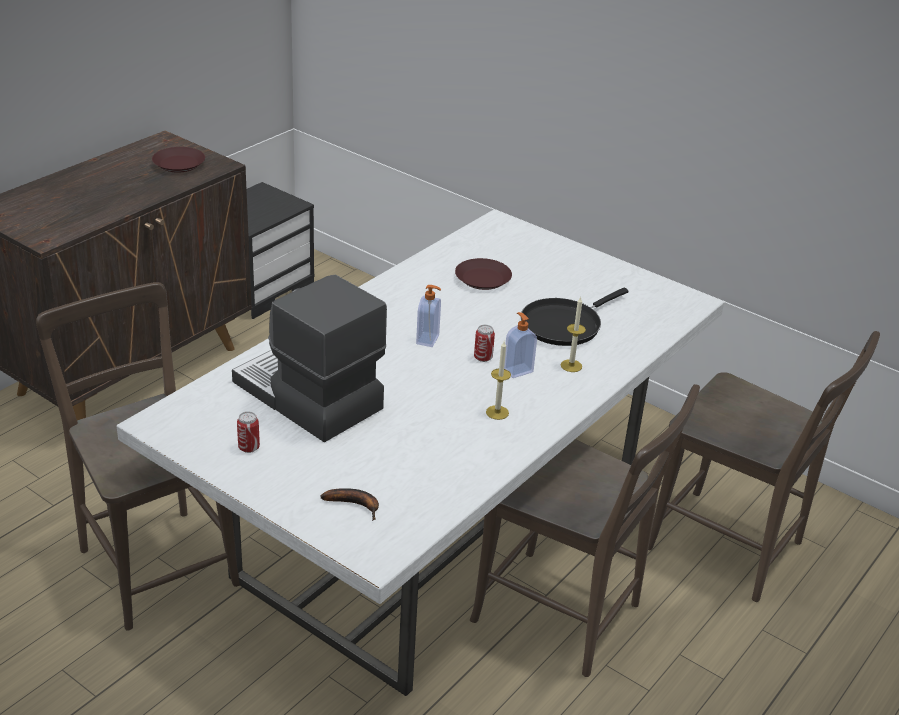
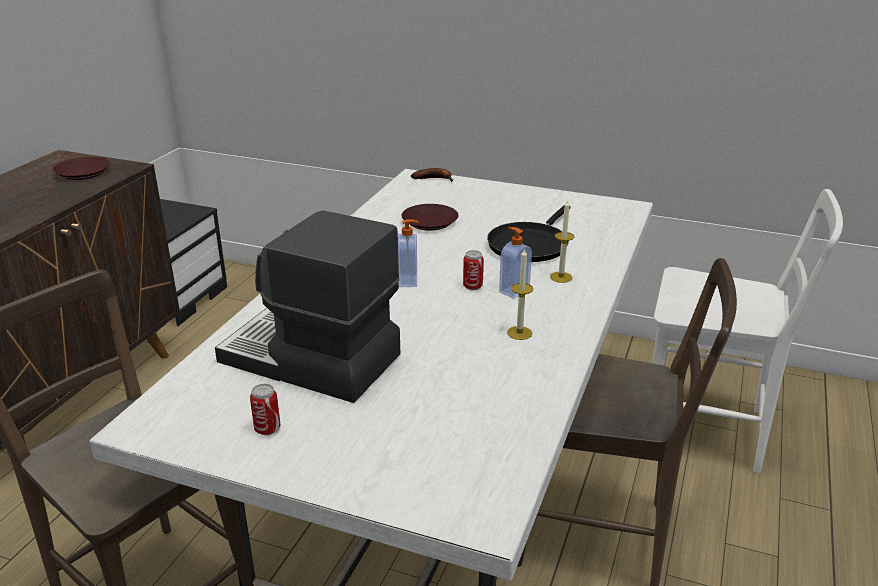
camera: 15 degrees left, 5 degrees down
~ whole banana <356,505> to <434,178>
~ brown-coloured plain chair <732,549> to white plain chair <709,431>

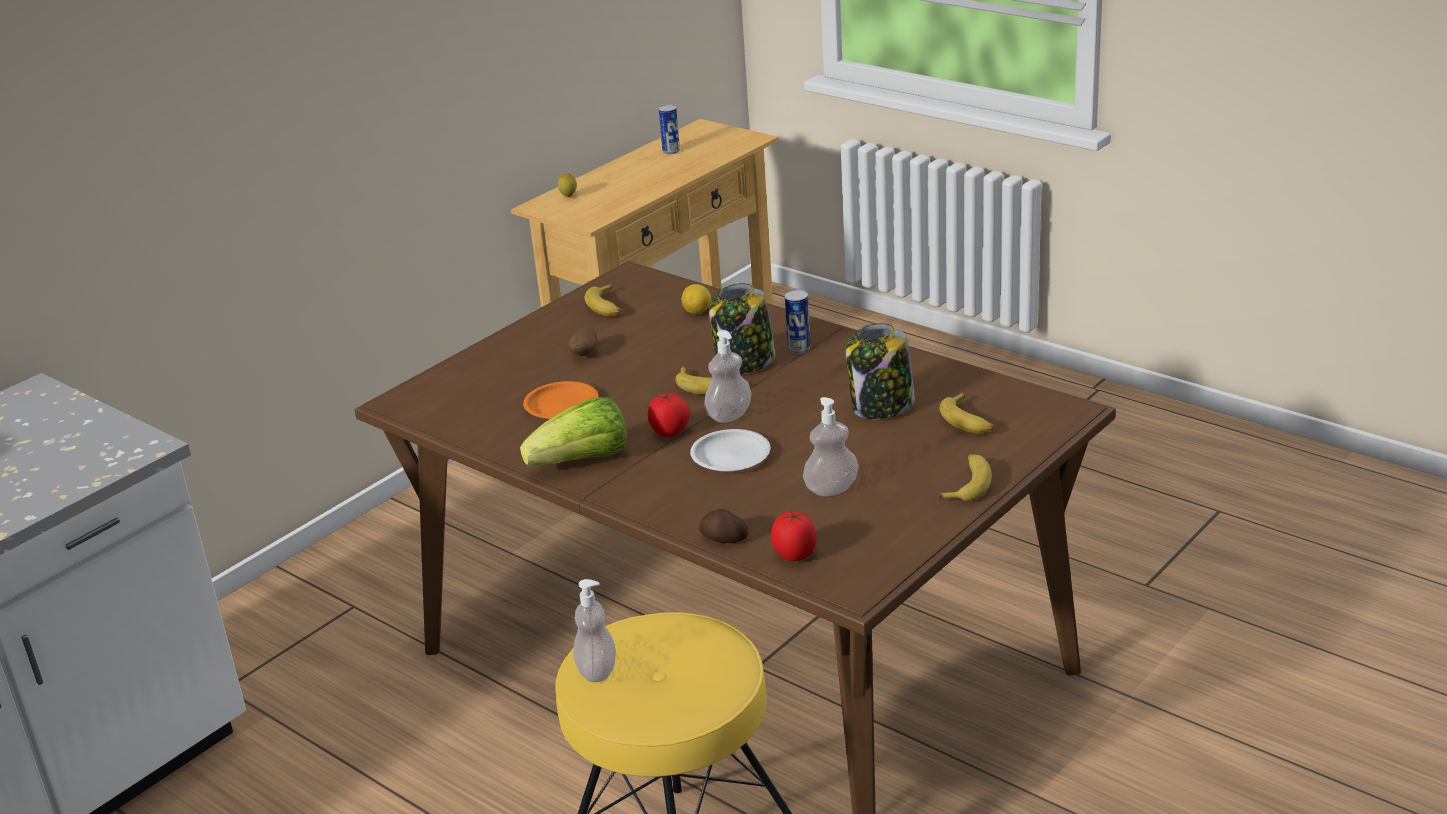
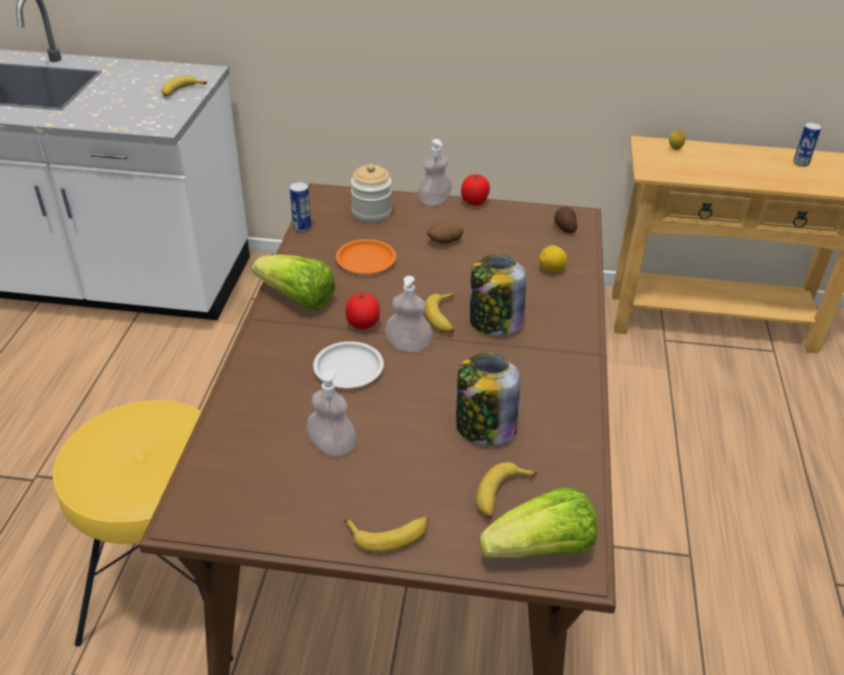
camera: 55 degrees right, 10 degrees up
~ whole banana <607,307> to <181,91>
~ sealed can <799,348> to <302,228>
+ jar <371,213>
~ soap dispenser <597,671> to <434,201>
~ fresh tomato <795,555> to <474,202>
+ lettuce head <541,549>
~ potato <723,539> to <564,227>

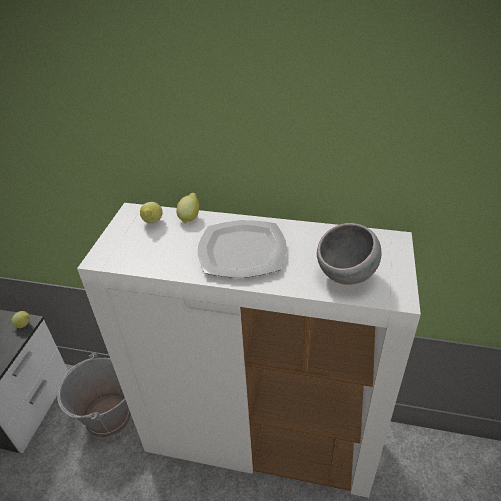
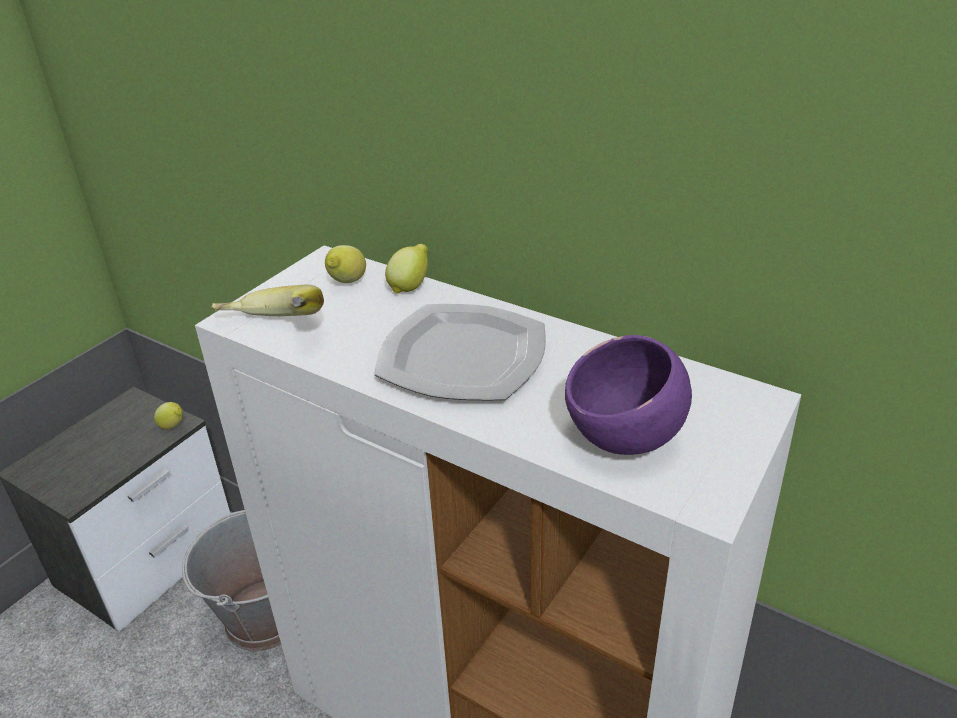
camera: 20 degrees right, 5 degrees down
+ whole banana <271,333>
~ gray deep dish <347,275> to purple deep dish <625,439>

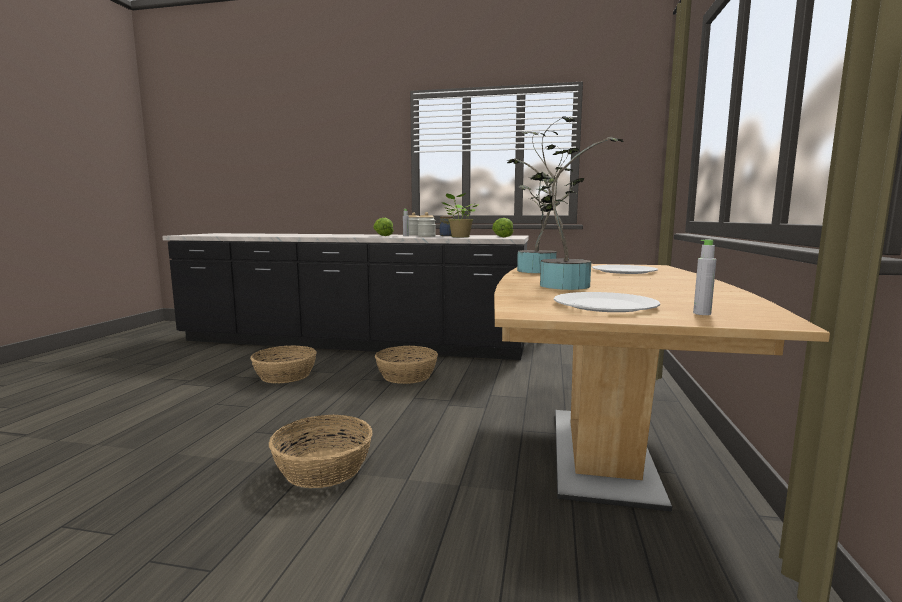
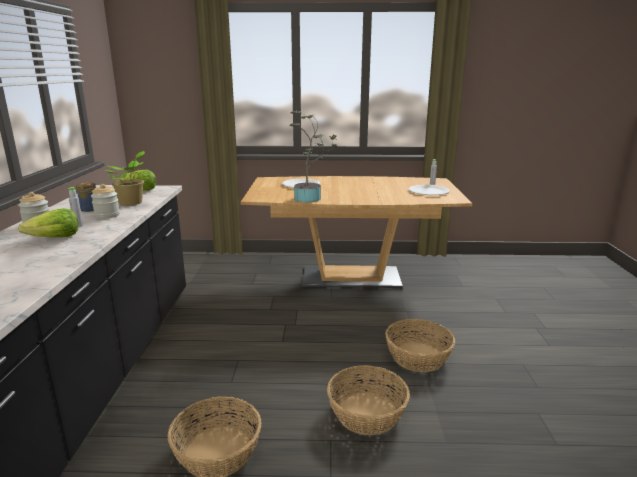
camera: 100 degrees left, 10 degrees up
~ storage basket <407,376> to <366,413>
- houseplant <561,285>

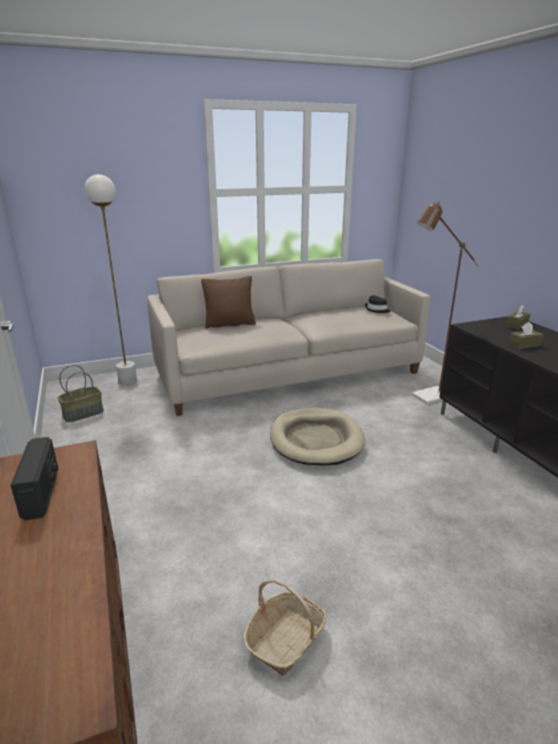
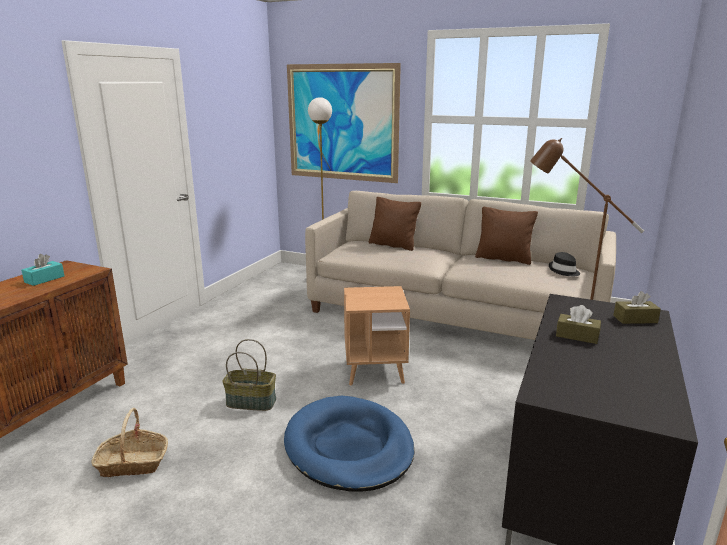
camera: 45 degrees right, 5 degrees down
~ radio set <41,493> to blue-green tissue box <44,279>
~ storage basket <83,413> to <252,402>
+ blue-coloured pet bed <349,447>
+ wall art <342,123>
~ beige-coloured pet bed <316,440> to brown-coloured accent table <374,371>
+ brown-coloured throw pillow <503,259>

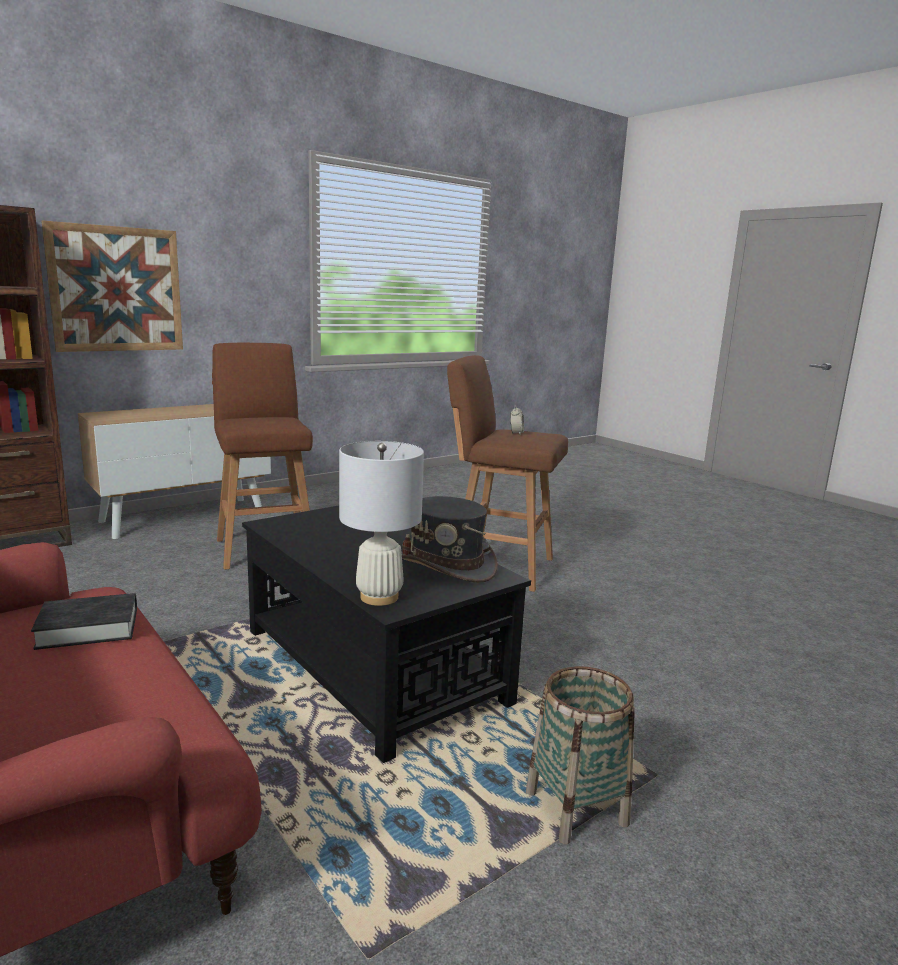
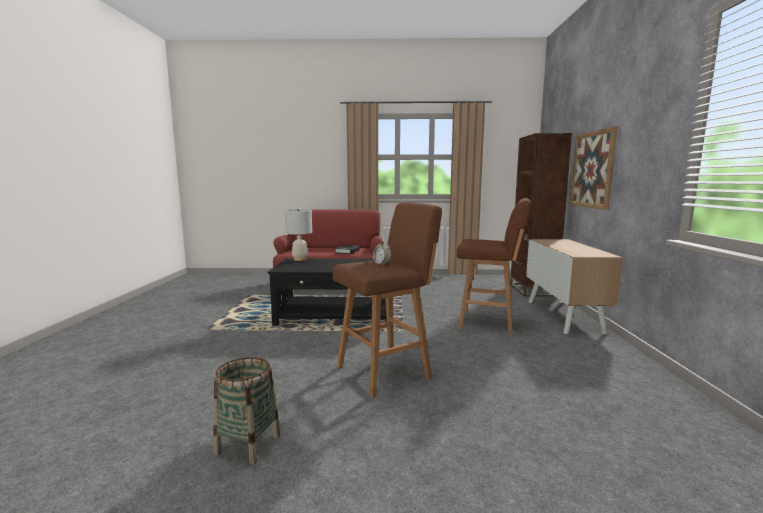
camera: 130 degrees right, 5 degrees down
~ storage basket <576,808> to <248,444>
- gray wearable hat <446,565>

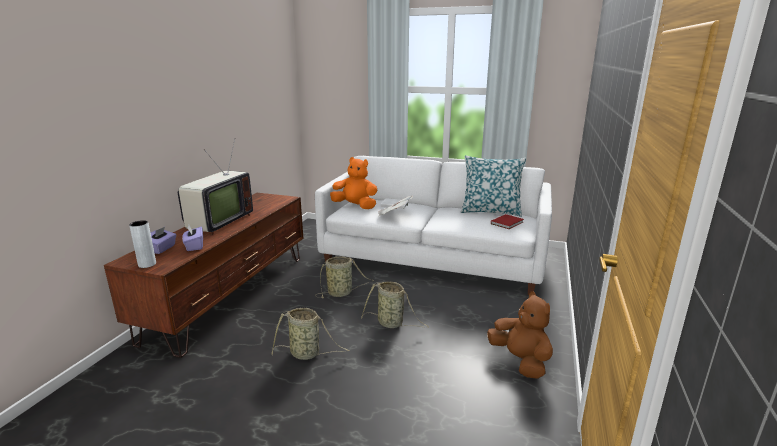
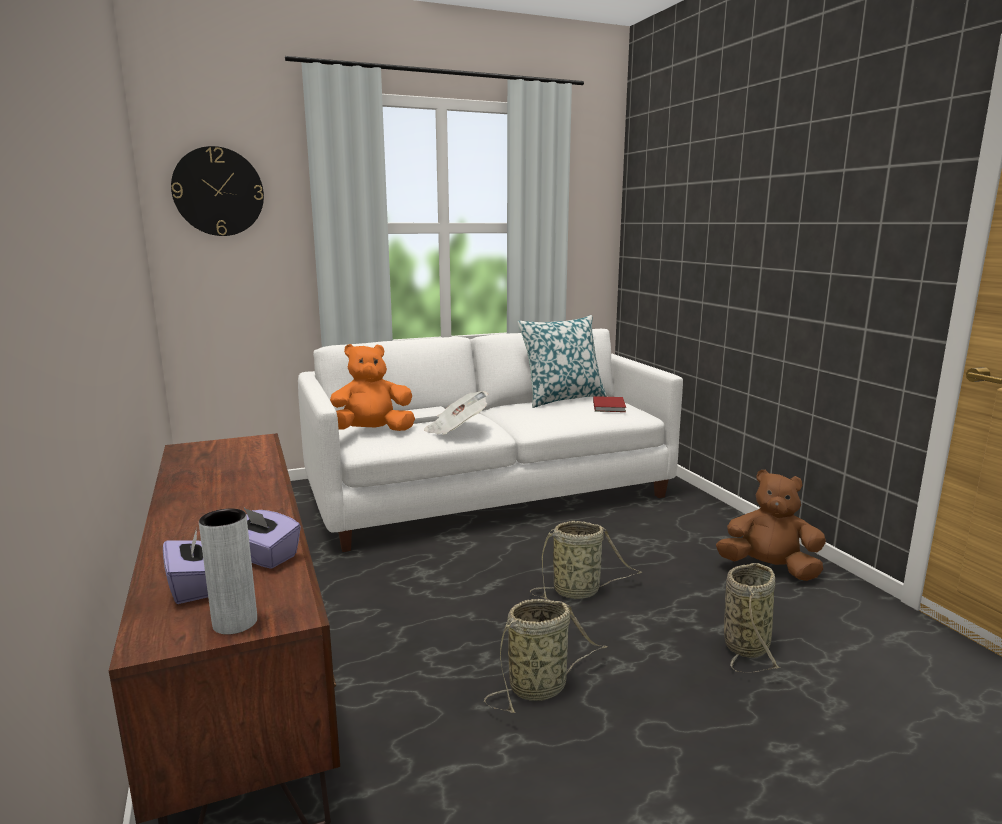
camera: 40 degrees left, 5 degrees down
+ clock on the wall <218,192>
~ storage basket <341,293> to <746,644>
- television <217,223>

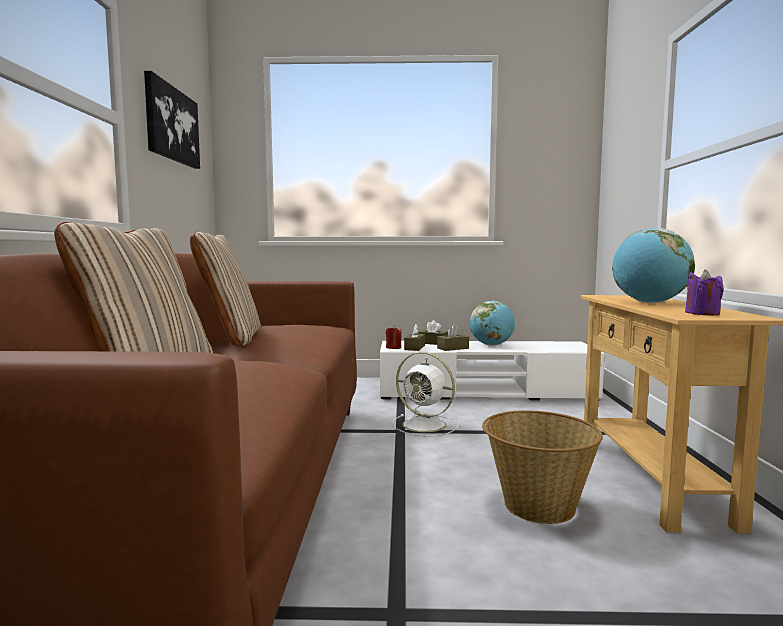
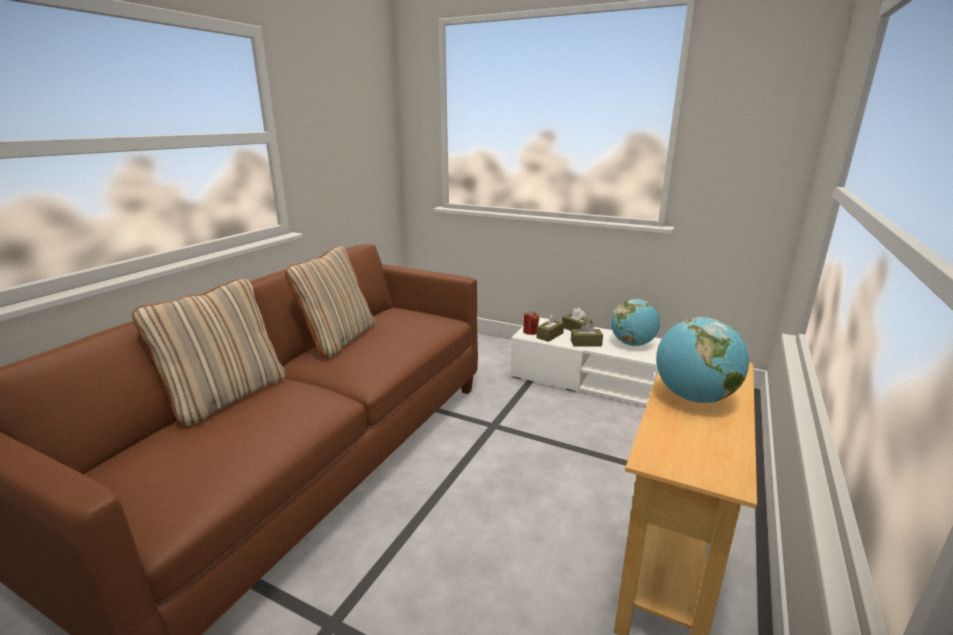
camera: 25 degrees right, 15 degrees up
- wall art <171,124>
- white electric fan <426,425>
- storage basket <537,505>
- purple candle <702,313>

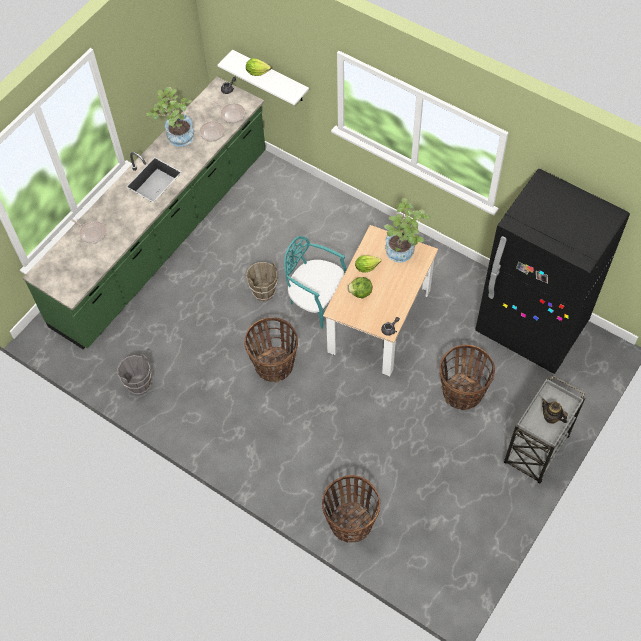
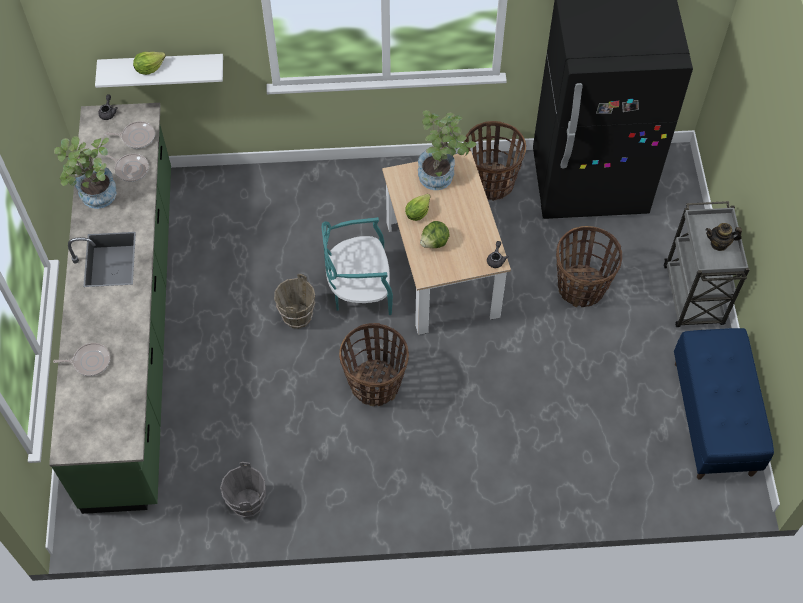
camera: 40 degrees left, 0 degrees up
~ storage basket <350,522> to <490,182>
+ blue-coloured bench <714,418>

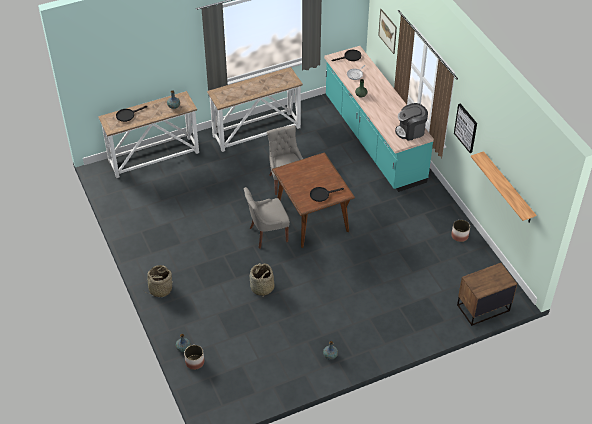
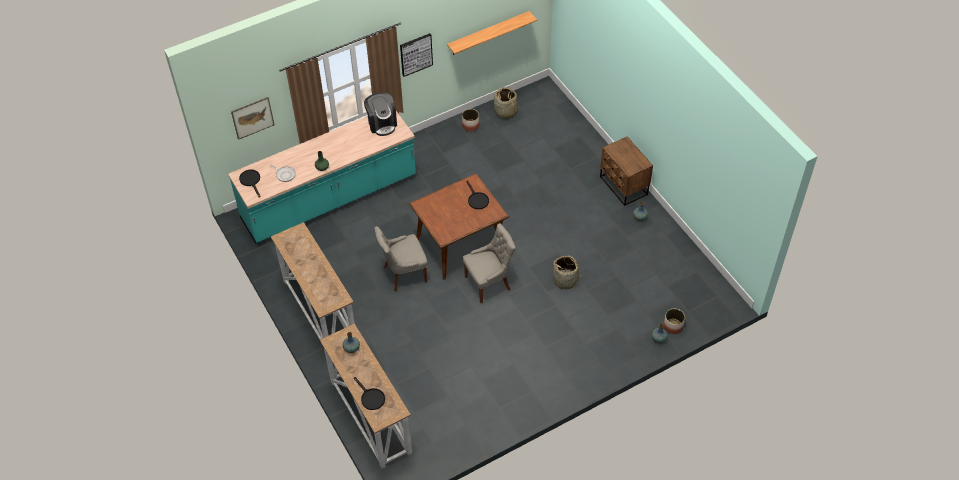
camera: 95 degrees left, 5 degrees up
~ gray plain chair <267,234> = <489,283> 90 degrees counterclockwise
~ storage basket <160,289> to <505,112>
~ brown-coloured bedside table <482,308> to <623,186>

